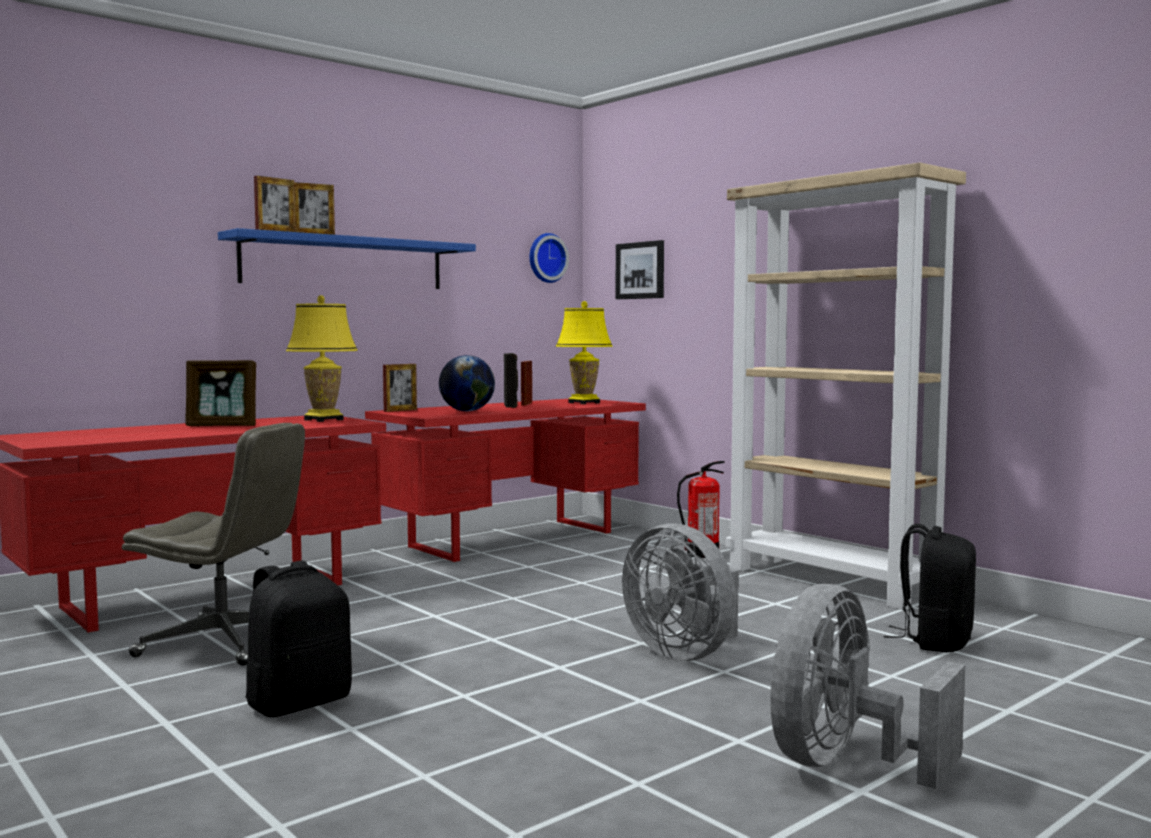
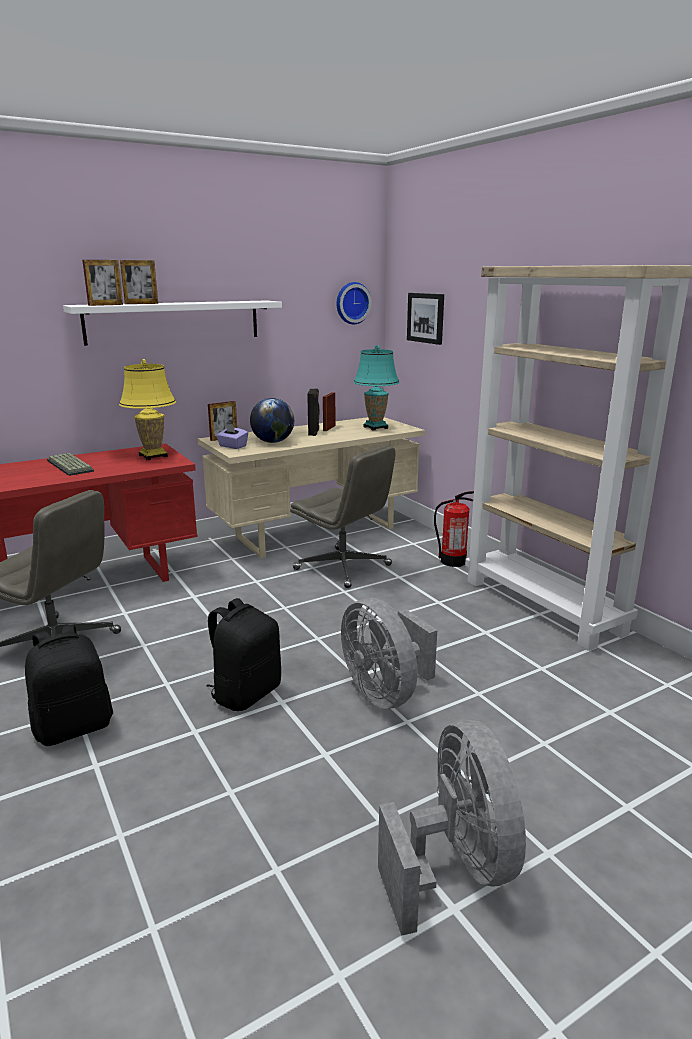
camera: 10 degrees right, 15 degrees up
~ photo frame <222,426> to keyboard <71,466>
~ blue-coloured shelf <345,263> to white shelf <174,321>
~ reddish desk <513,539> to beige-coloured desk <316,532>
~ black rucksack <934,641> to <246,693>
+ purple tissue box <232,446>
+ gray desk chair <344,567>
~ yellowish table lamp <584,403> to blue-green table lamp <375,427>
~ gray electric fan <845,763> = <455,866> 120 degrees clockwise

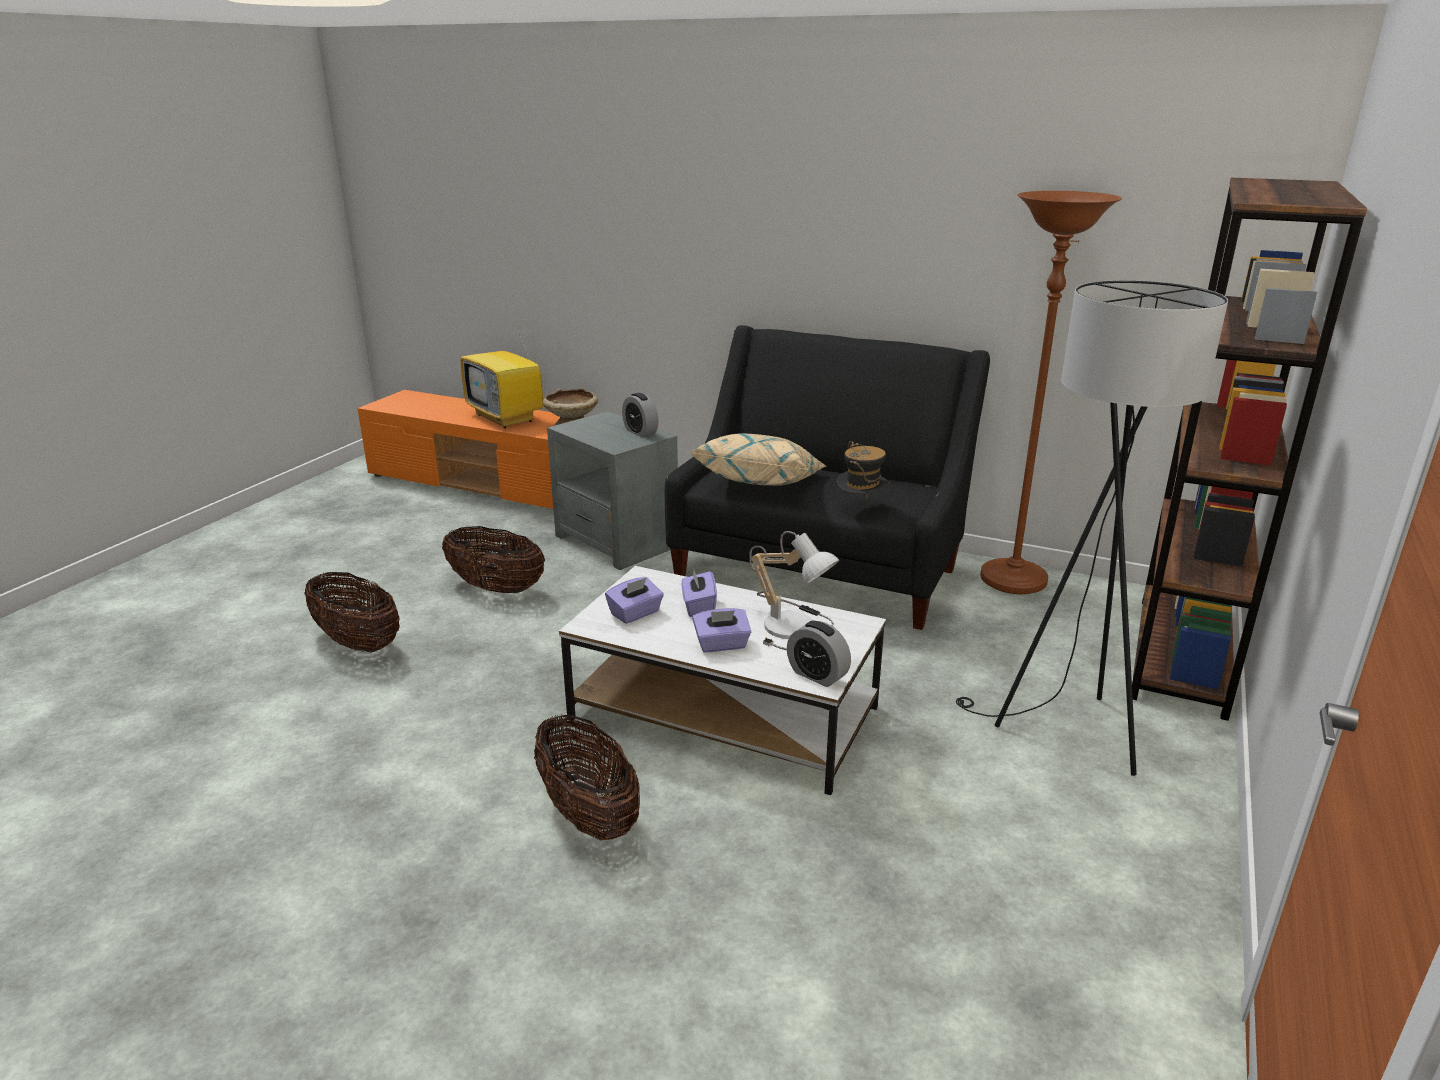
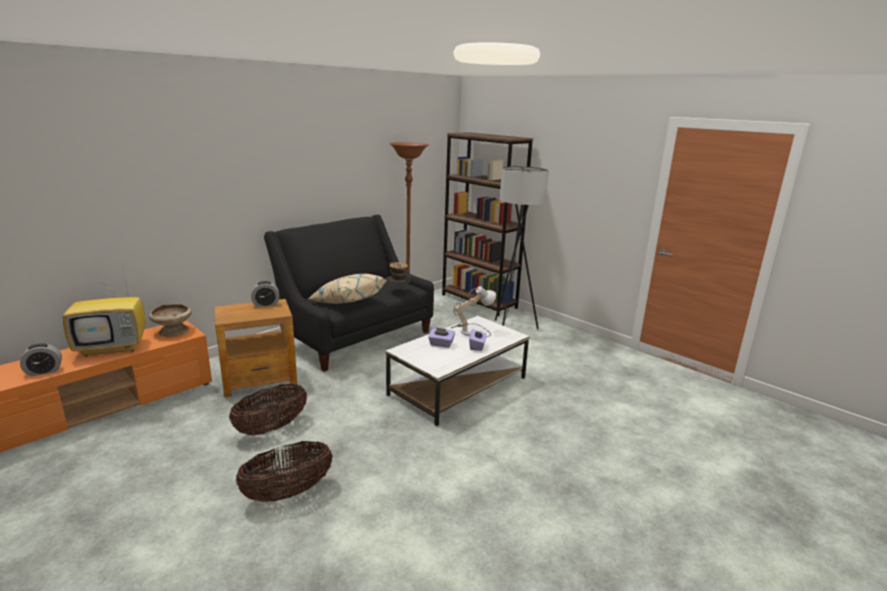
camera: 70 degrees left, 5 degrees down
~ bedside clock <817,675> to <44,371>
~ gray accent table <616,541> to brown-coloured accent table <260,379>
- storage basket <588,814>
- purple tissue box <635,613>

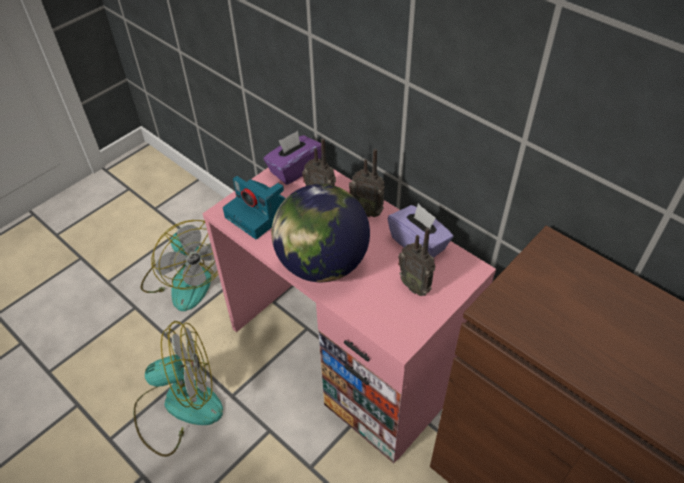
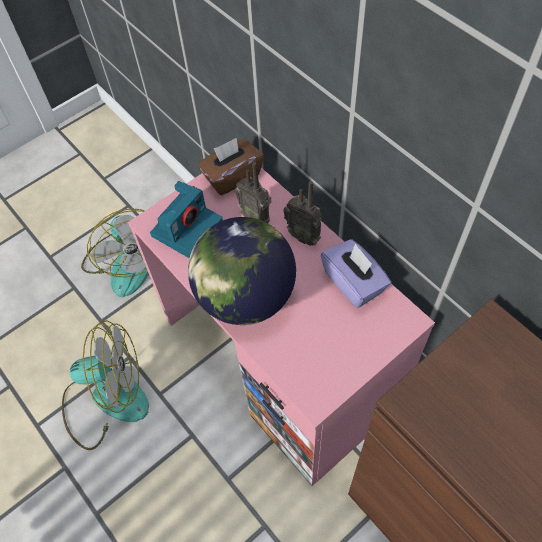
camera: 10 degrees right, 10 degrees up
~ photo camera <260,214> = <188,229> 105 degrees counterclockwise
~ purple tissue box <294,169> to brown-coloured tissue box <232,177>
- radio set <415,286>

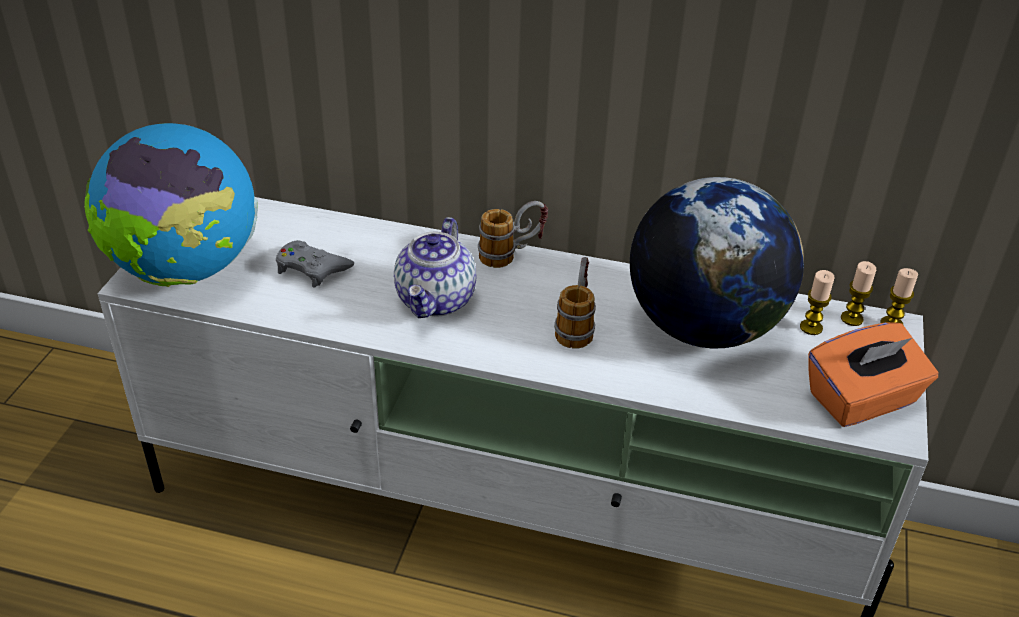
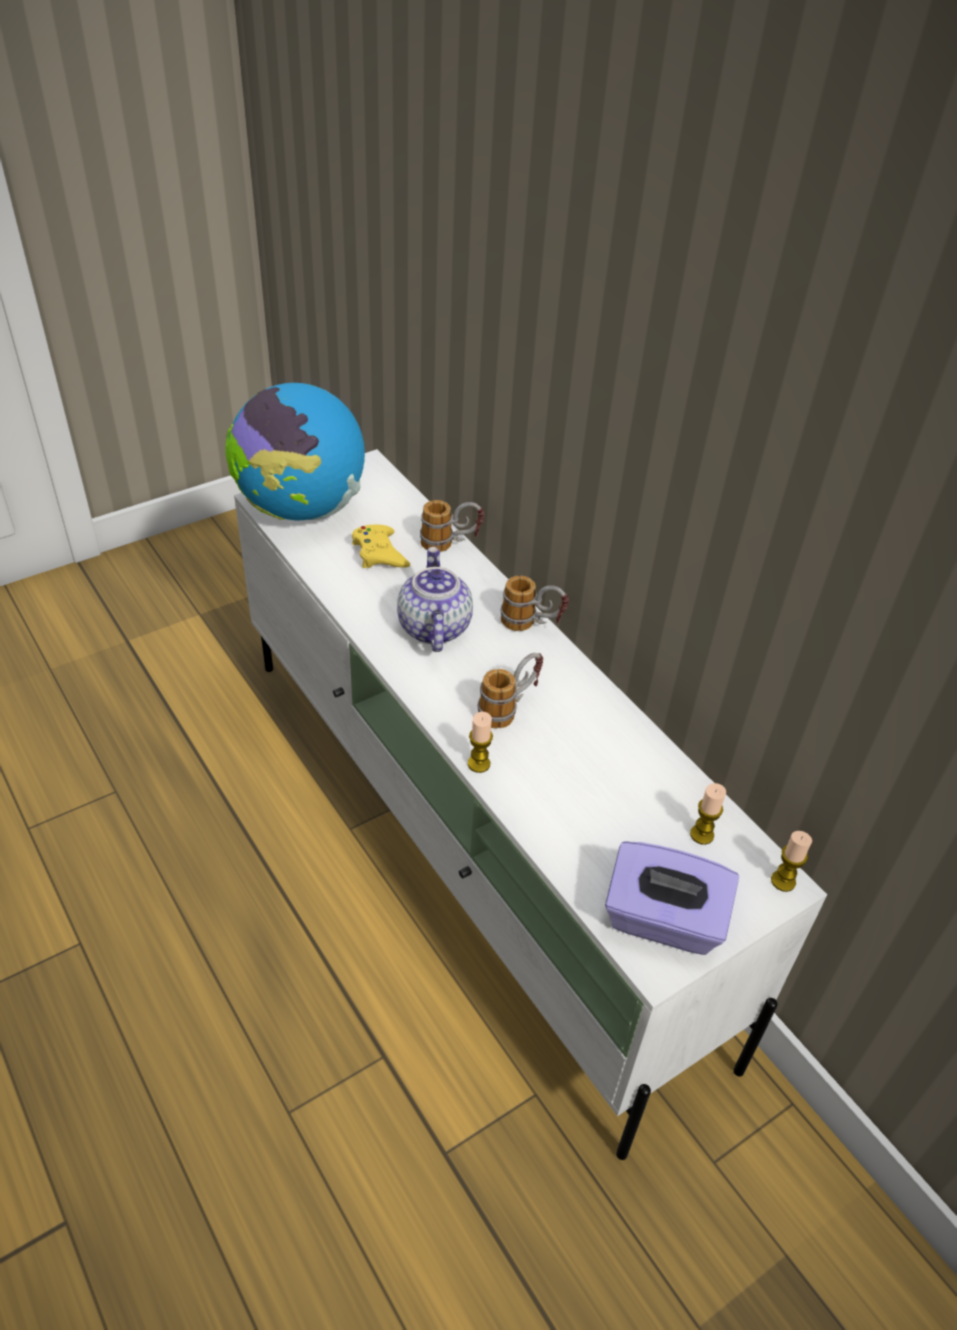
camera: 40 degrees right, 5 degrees up
~ gray joypad <312,268> to yellowish joypad <379,553>
~ tea pot <436,300> = <433,627> 120 degrees clockwise
+ mug <451,544>
~ candle <851,318> to <479,764>
~ orange-coloured tissue box <862,400> to purple tissue box <662,921>
- world globe <703,327>

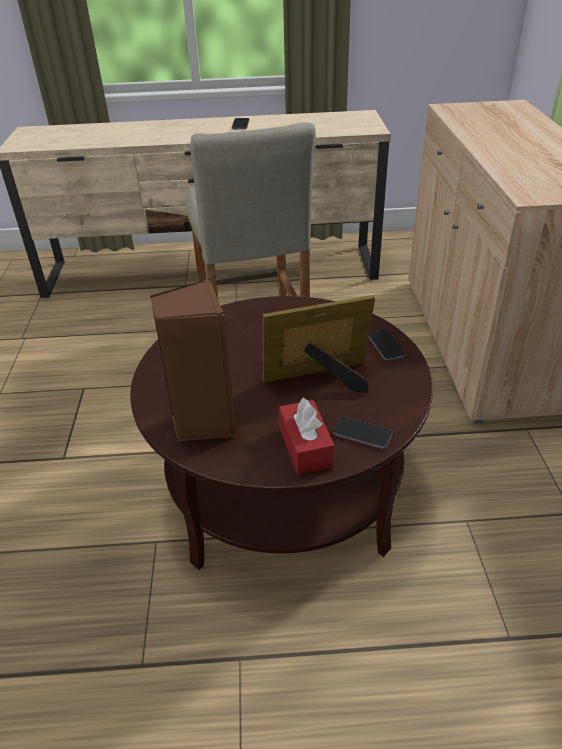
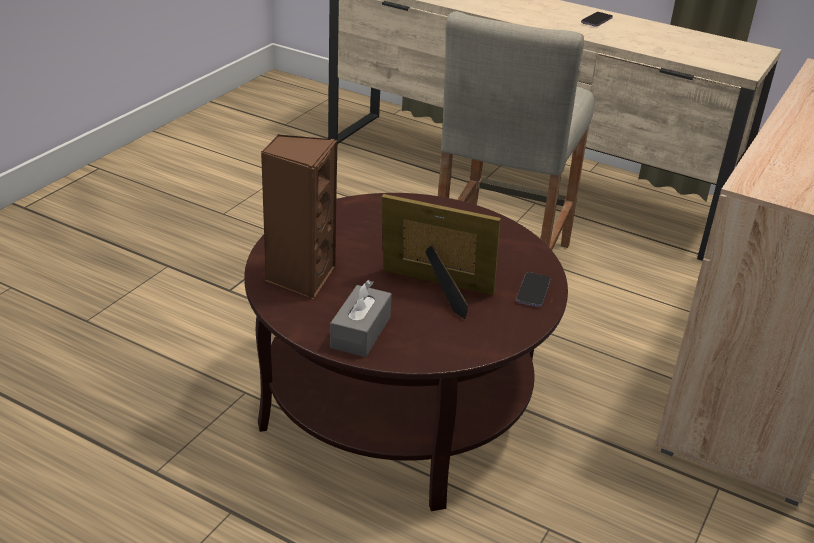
camera: 30 degrees right, 5 degrees down
~ reddish tissue box <305,447> to gray tissue box <360,332>
- telephone <362,434>

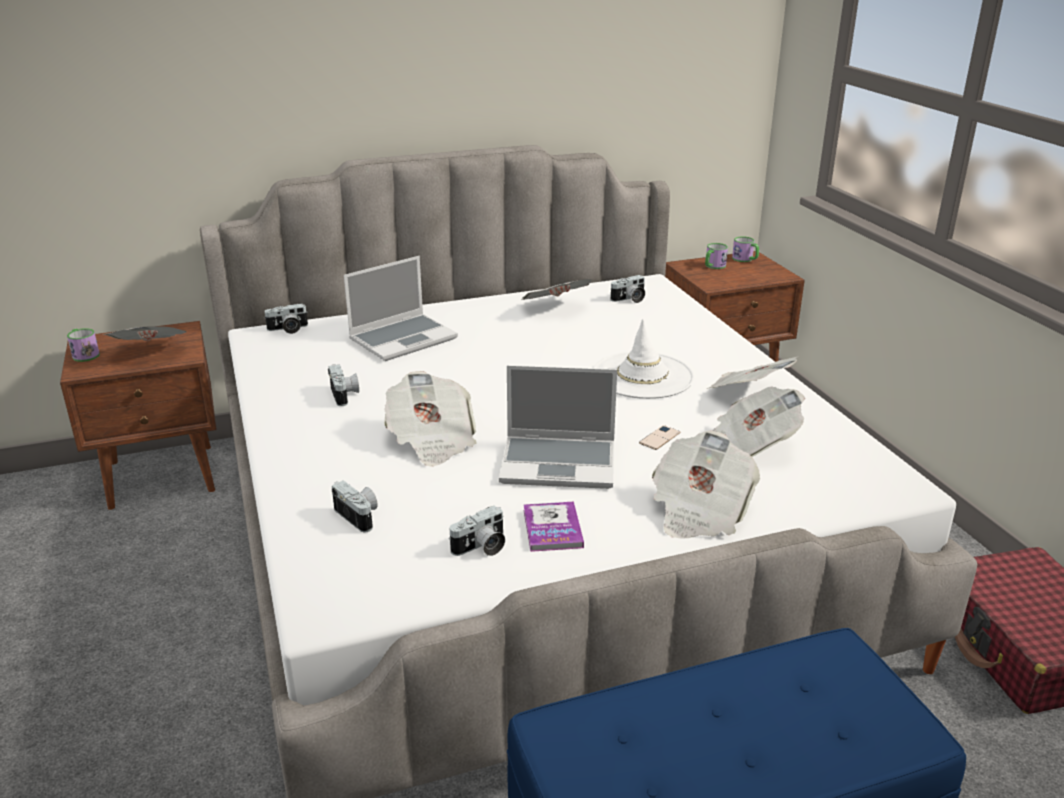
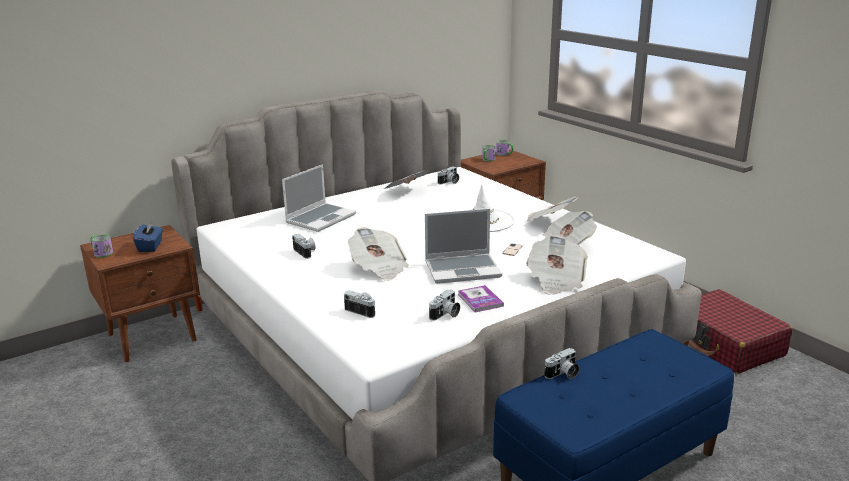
camera: 15 degrees left, 5 degrees down
~ printed paper <151,353> to blue-coloured tissue box <150,246>
~ photo camera <288,329> to <563,374>

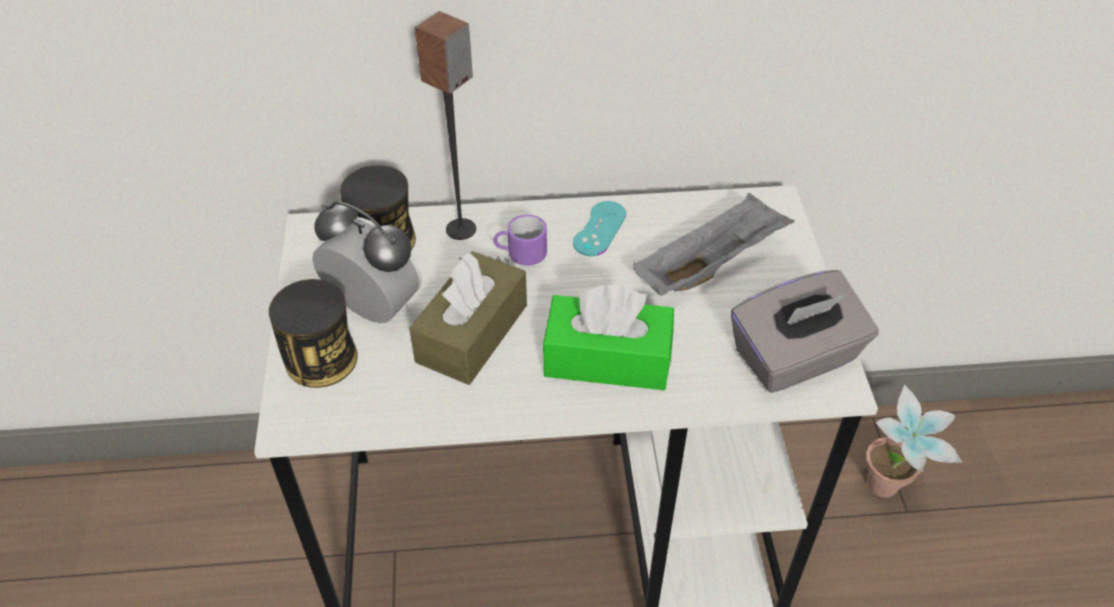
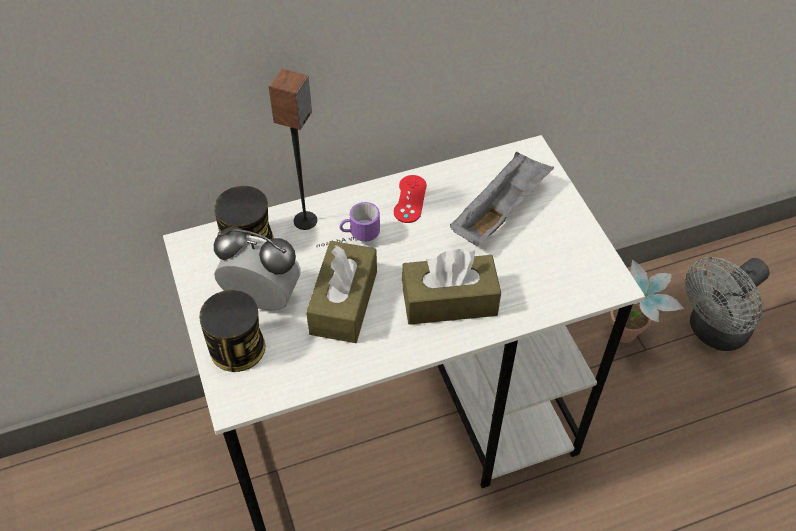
camera: 15 degrees left, 5 degrees up
~ blue-green joypad <599,229> to reddish joypad <410,199>
~ green-coloured tissue box <607,359> to brown-coloured tissue box <449,301>
+ gray electric fan <713,332>
- gray tissue box <795,358>

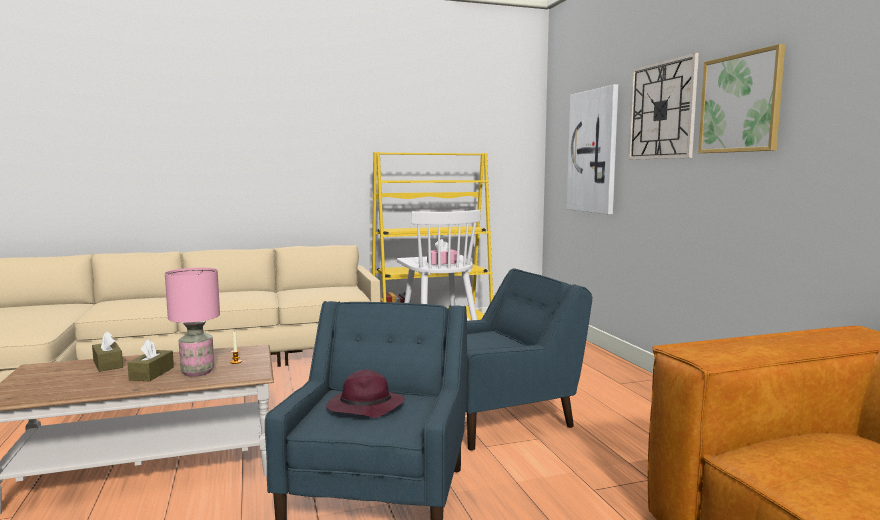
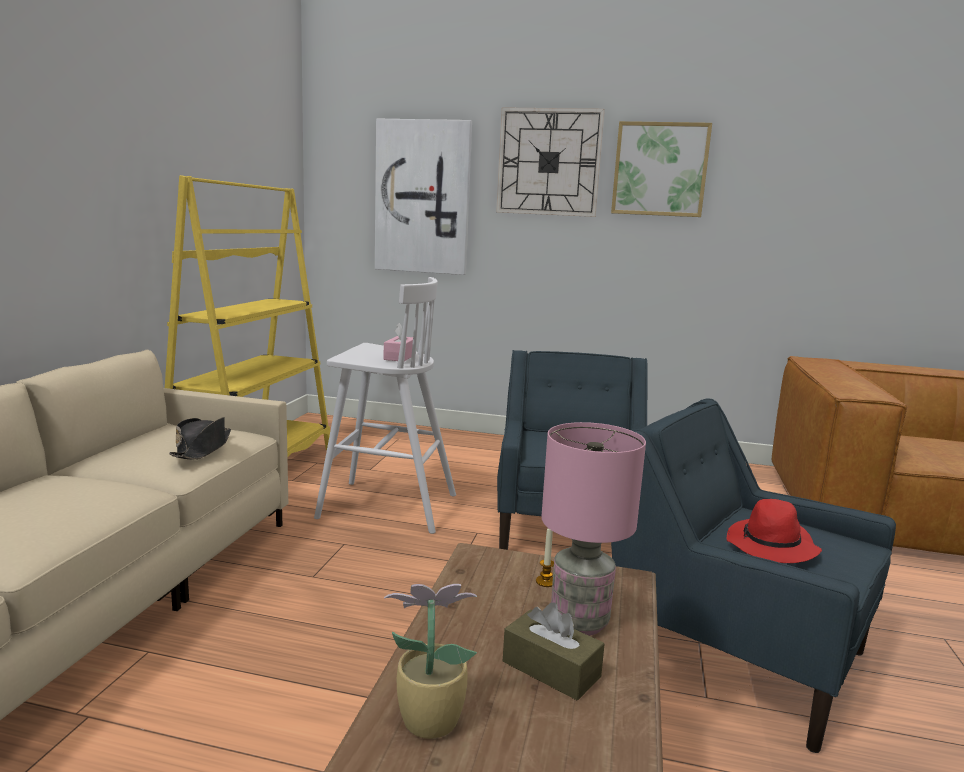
camera: 60 degrees left, 5 degrees up
+ black wearable hat <202,449>
~ brown-coloured tissue box <108,364> to houseplant <427,720>
~ purple wearable hat <364,408> to reddish wearable hat <771,547>

